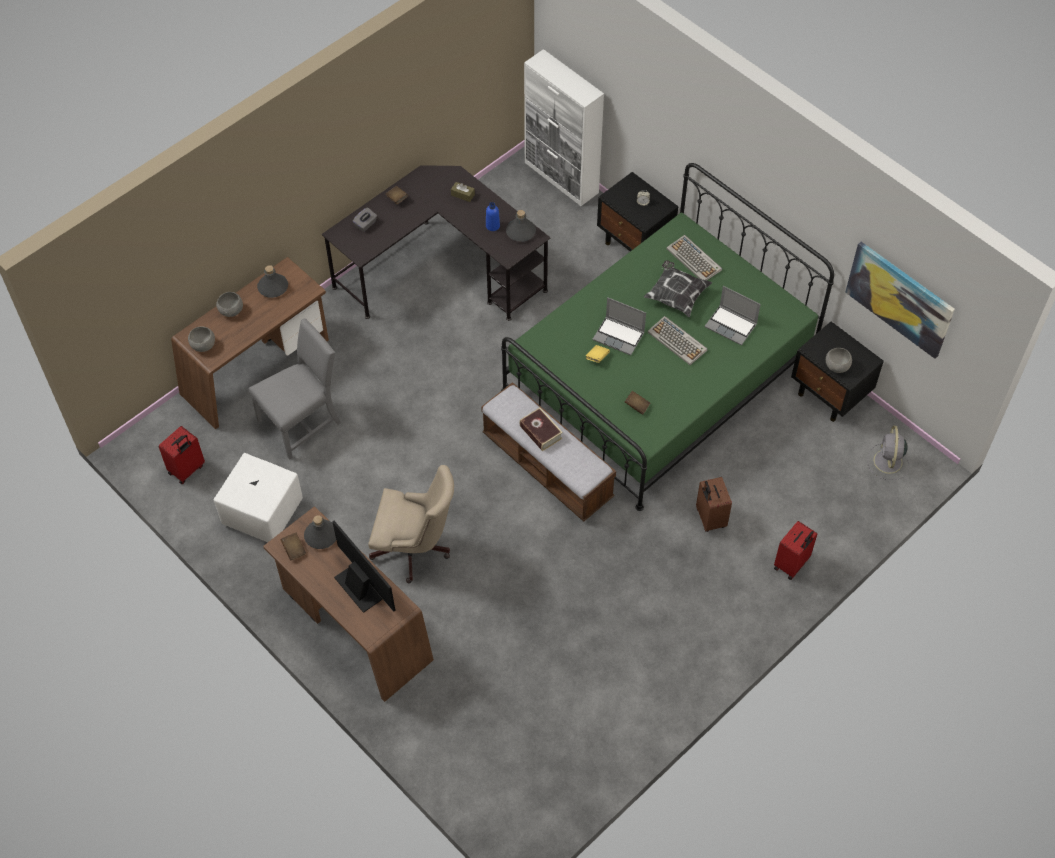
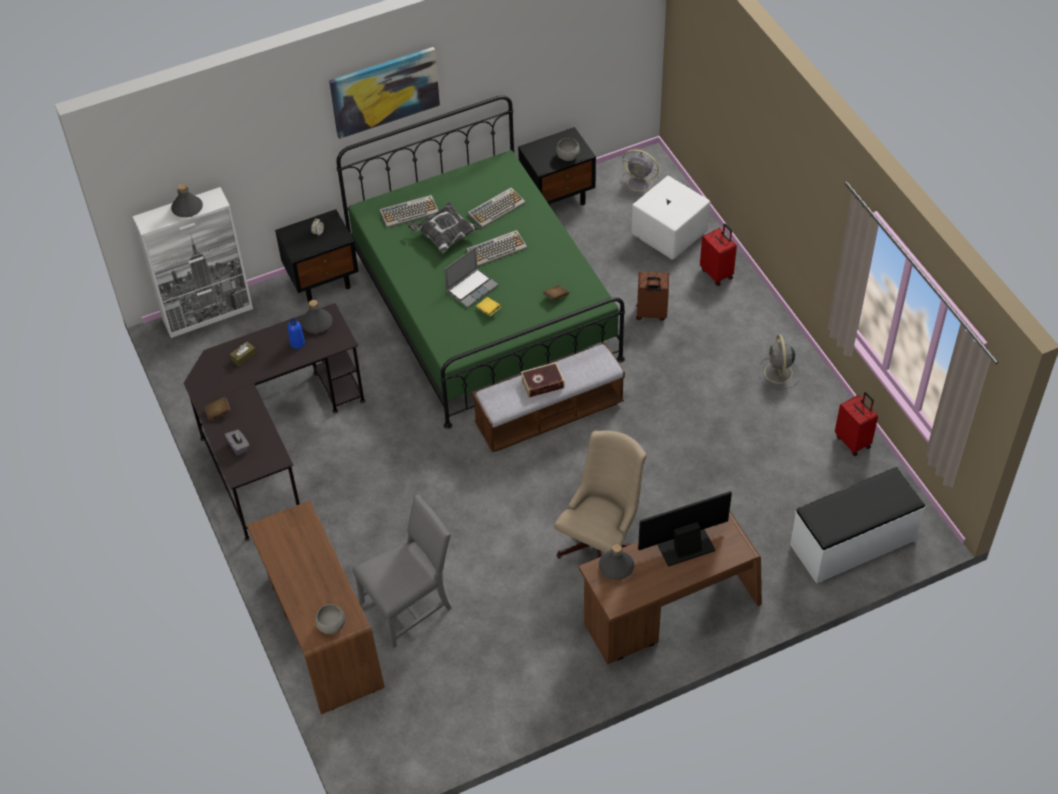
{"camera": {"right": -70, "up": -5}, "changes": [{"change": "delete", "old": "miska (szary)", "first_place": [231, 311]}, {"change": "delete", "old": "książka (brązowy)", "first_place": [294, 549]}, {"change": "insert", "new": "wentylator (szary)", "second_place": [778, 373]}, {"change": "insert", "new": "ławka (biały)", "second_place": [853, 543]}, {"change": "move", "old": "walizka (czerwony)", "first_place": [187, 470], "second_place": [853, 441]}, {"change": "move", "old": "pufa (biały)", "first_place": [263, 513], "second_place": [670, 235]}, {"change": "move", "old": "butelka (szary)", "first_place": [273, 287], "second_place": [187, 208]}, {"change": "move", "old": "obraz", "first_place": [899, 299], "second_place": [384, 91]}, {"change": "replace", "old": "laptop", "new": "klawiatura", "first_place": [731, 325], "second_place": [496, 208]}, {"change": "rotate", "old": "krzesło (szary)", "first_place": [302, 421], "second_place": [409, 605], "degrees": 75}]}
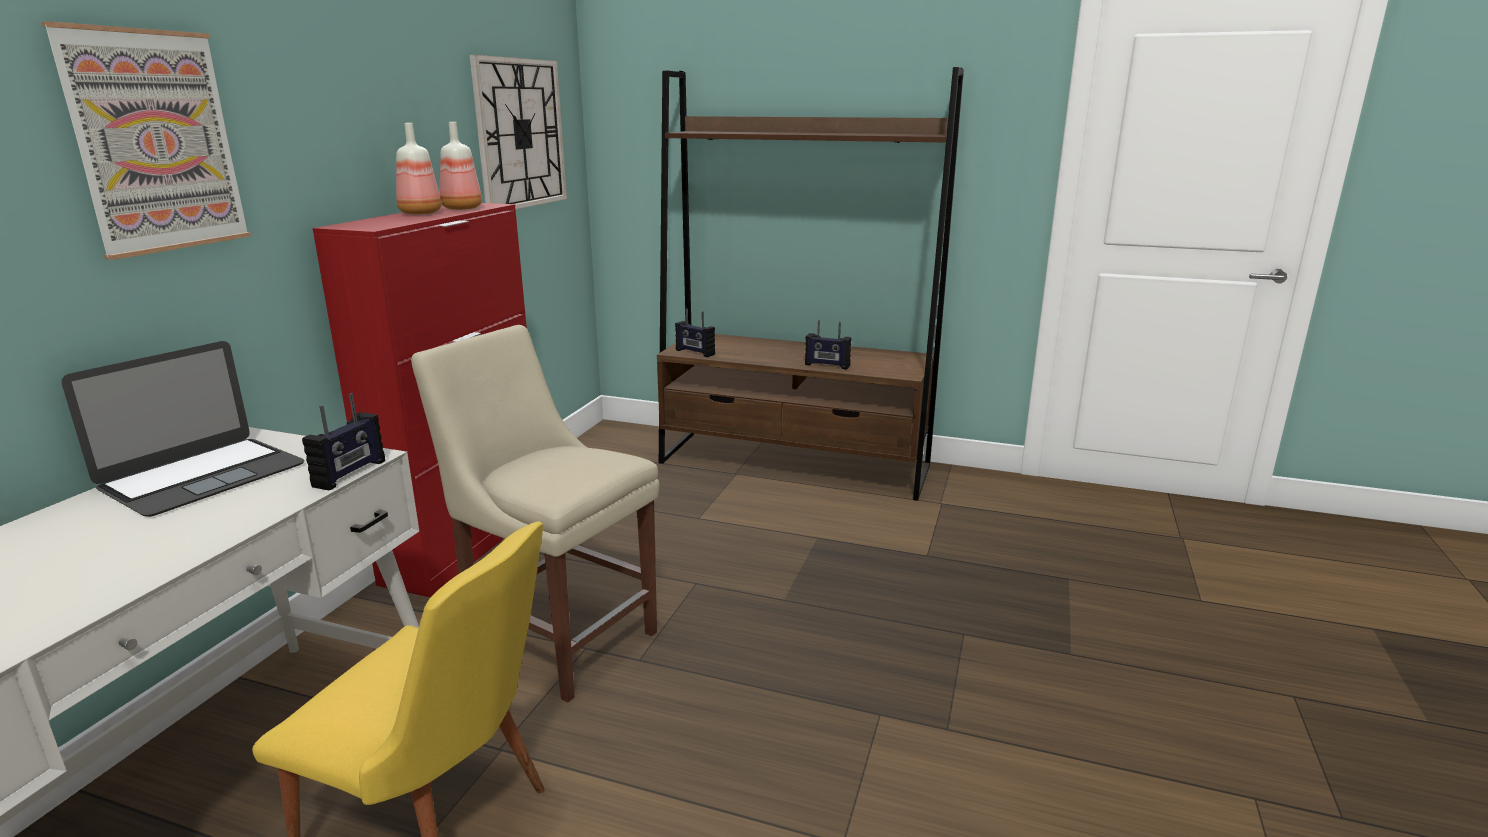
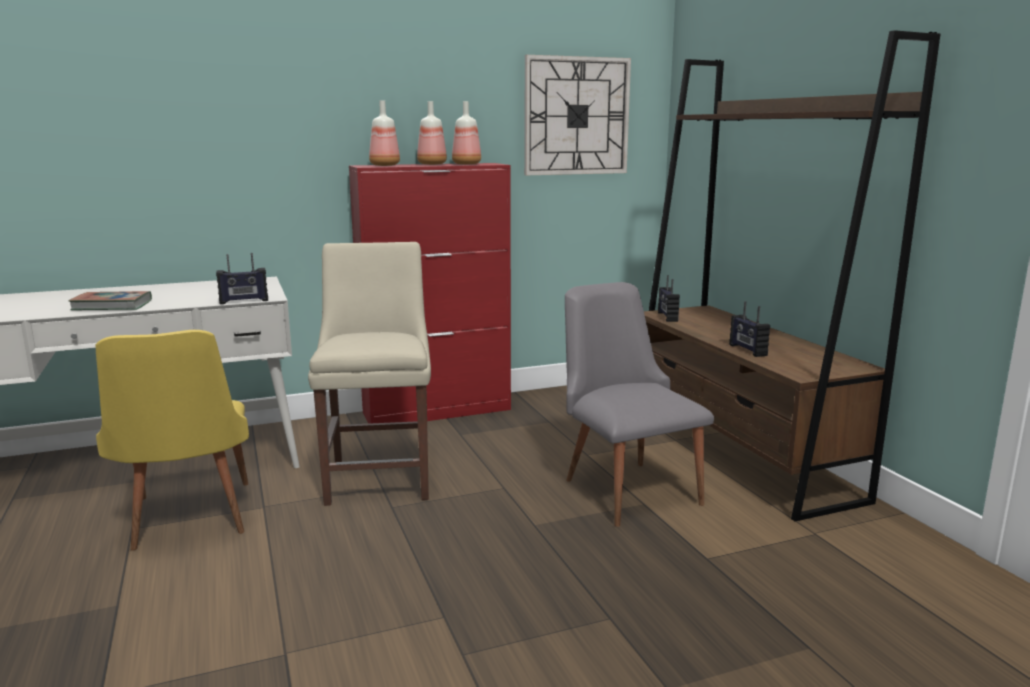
{"camera": {"right": 50, "up": -5}, "changes": [{"change": "delete", "old": "obraz", "first_place": [155, 142]}, {"change": "delete", "old": "laptop", "first_place": [203, 476]}, {"change": "insert", "new": "książka", "second_place": [112, 306]}, {"change": "insert", "new": "butelka", "second_place": [383, 165]}, {"change": "insert", "new": "krzesło (szary)", "second_place": [625, 486]}]}
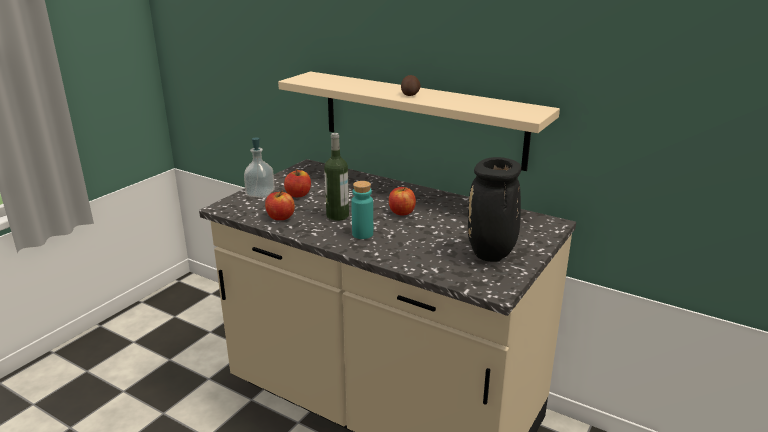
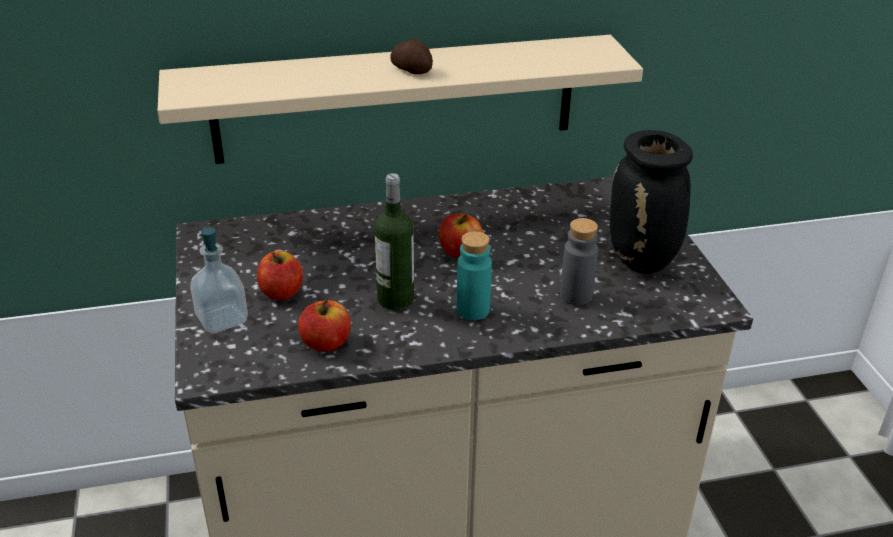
{"camera": {"right": -45, "up": 10}, "changes": [{"change": "insert", "new": "butelka (szary)", "second_place": [576, 295]}]}
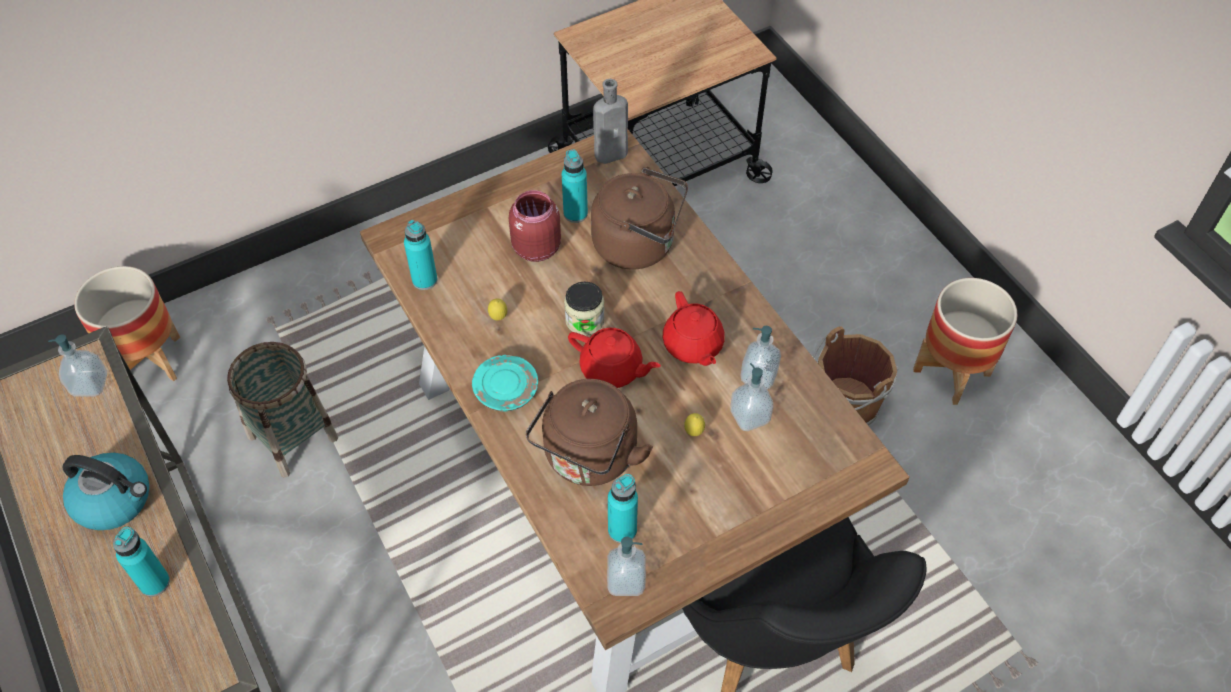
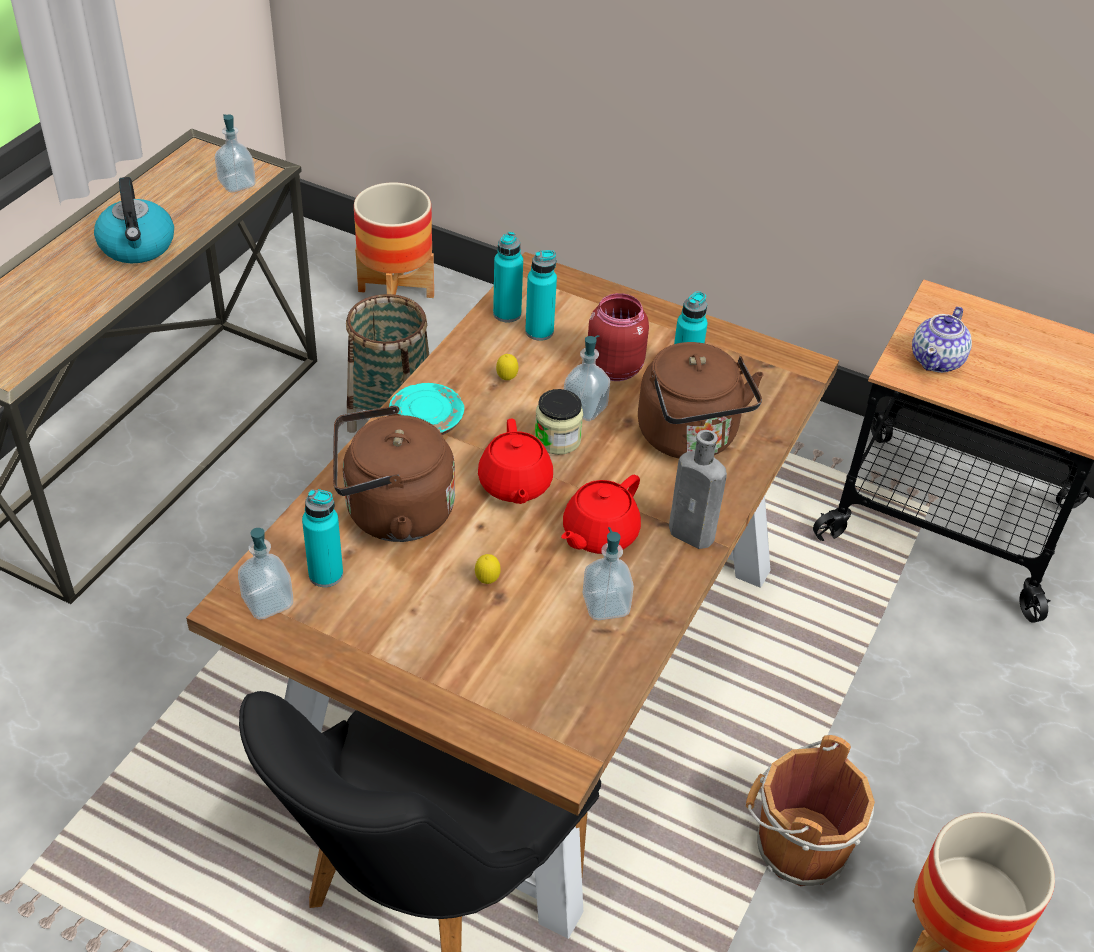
{"camera": {"right": 55, "up": -10}, "changes": [{"change": "insert", "new": "imbryk", "second_place": [937, 360]}, {"change": "move", "old": "butelka (turkusowy)", "first_place": [154, 582], "second_place": [539, 331]}, {"change": "move", "old": "butelka (szary)", "first_place": [613, 153], "second_place": [694, 535]}, {"change": "move", "old": "dozownik mydła", "first_place": [749, 416], "second_place": [585, 408]}]}
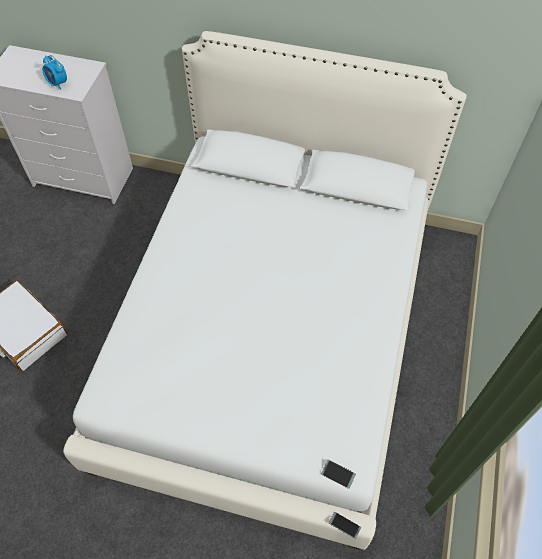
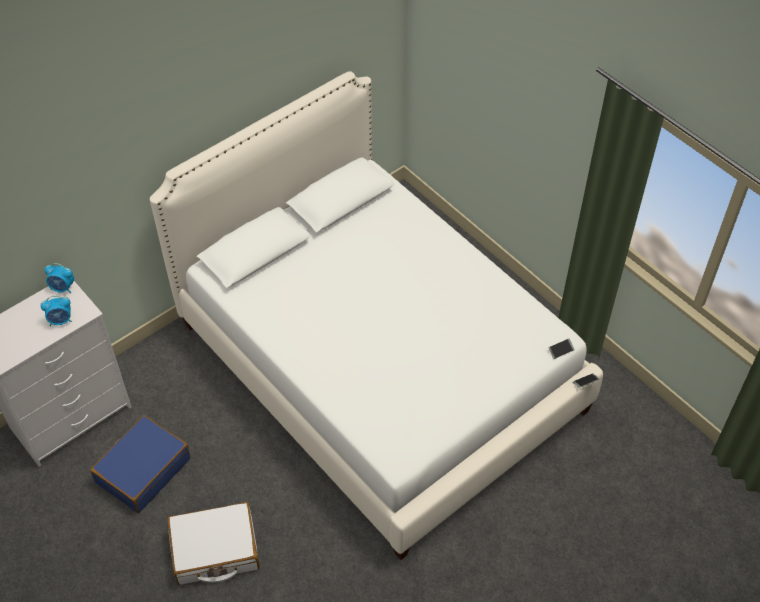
{"camera": {"right": -55, "up": -5}, "changes": [{"change": "insert", "new": "budzik", "second_place": [63, 288]}, {"change": "insert", "new": "walizka (niebieski)", "second_place": [143, 470]}]}
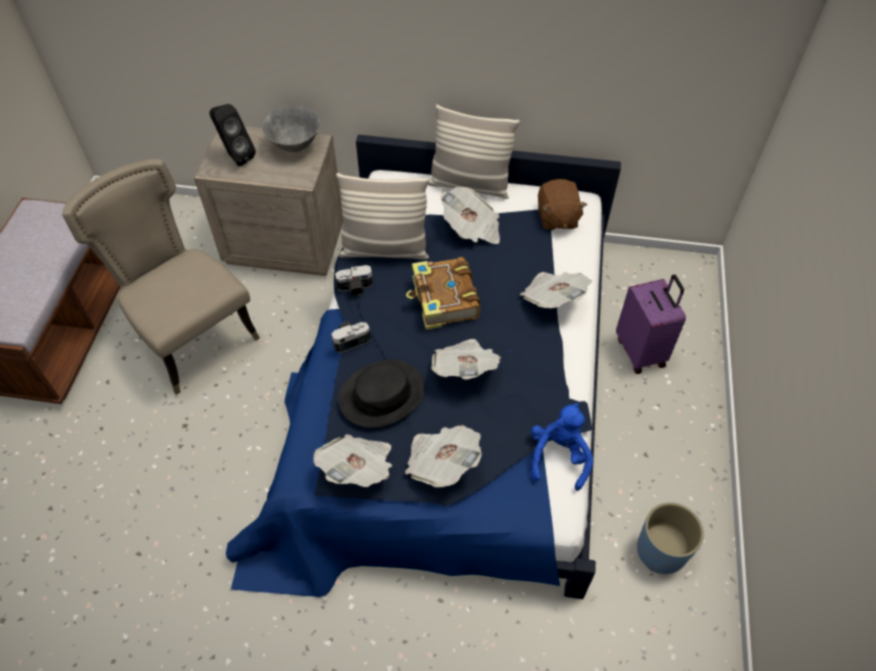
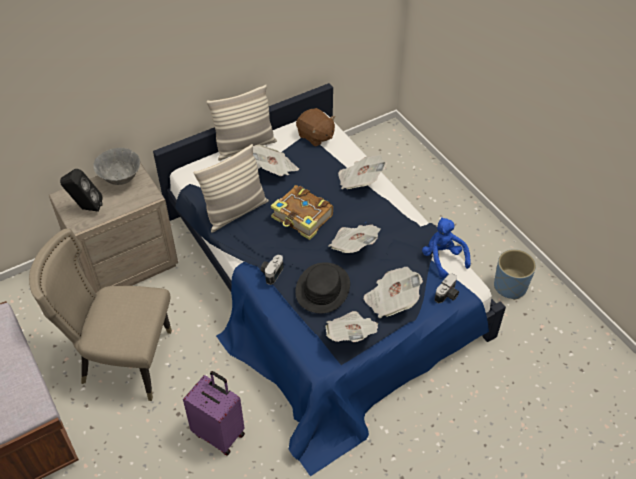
{"camera": {"right": -40, "up": -5}, "changes": [{"change": "move", "old": "aparat fotograficzny", "first_place": [355, 288], "second_place": [447, 295]}, {"change": "move", "old": "walizka (fioletowy)", "first_place": [641, 351], "second_place": [220, 433]}]}
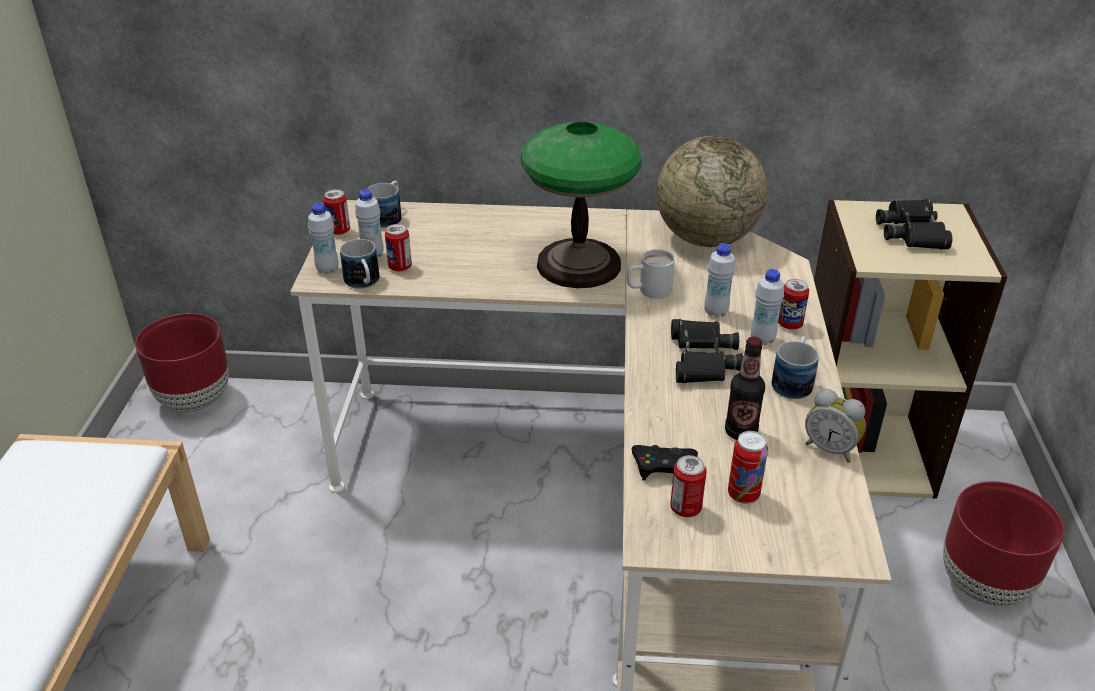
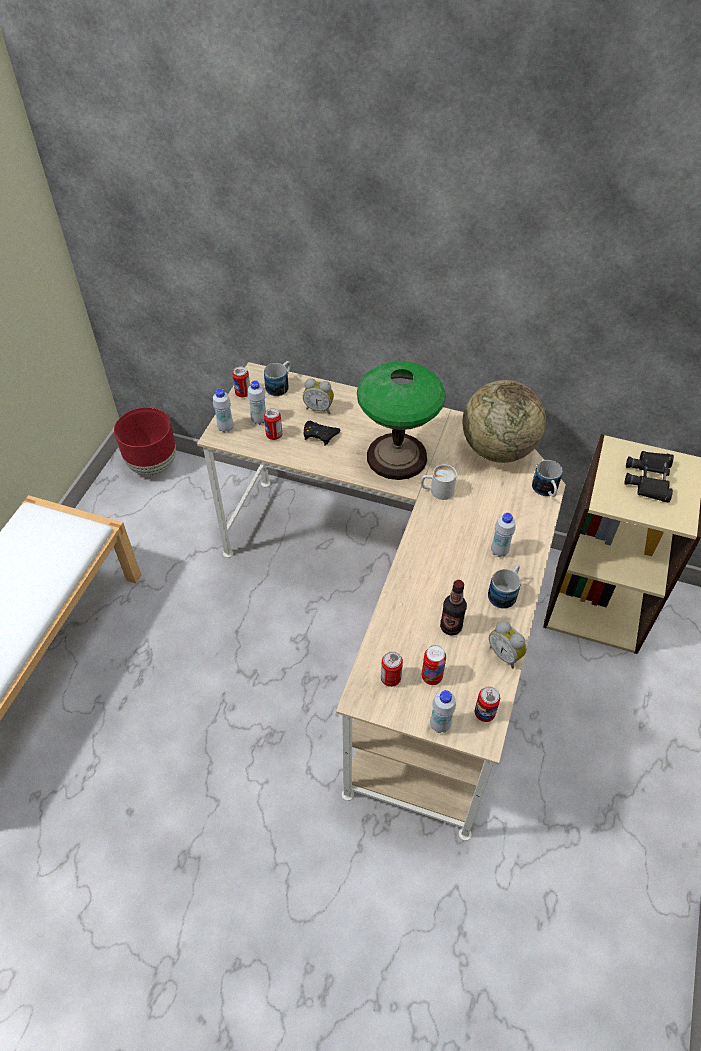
{"camera": {"right": 15, "up": 15}, "changes": [{"change": "delete", "old": "lornetka (czarny)", "first_place": [702, 359]}, {"change": "delete", "old": "donica (czerwony)", "first_place": [983, 584]}, {"change": "insert", "new": "budzik", "second_place": [319, 408]}, {"change": "move", "old": "kubek", "first_place": [364, 283], "second_place": [546, 491]}, {"change": "move", "old": "pad do gier (czarny)", "first_place": [663, 466], "second_place": [320, 435]}, {"change": "move", "old": "butelka (biały)", "first_place": [716, 312], "second_place": [439, 725]}, {"change": "move", "old": "puszka", "first_place": [790, 324], "second_place": [484, 713]}]}
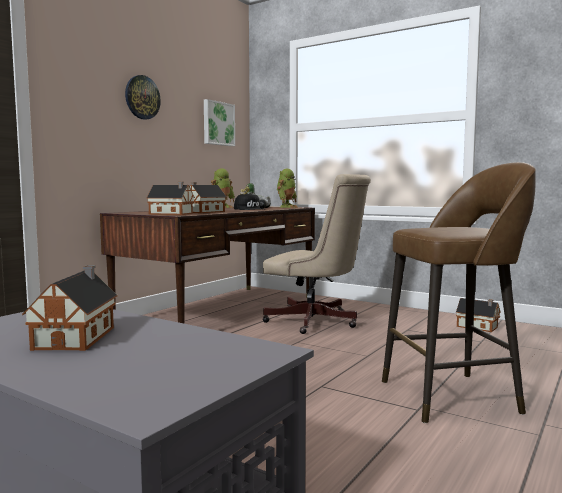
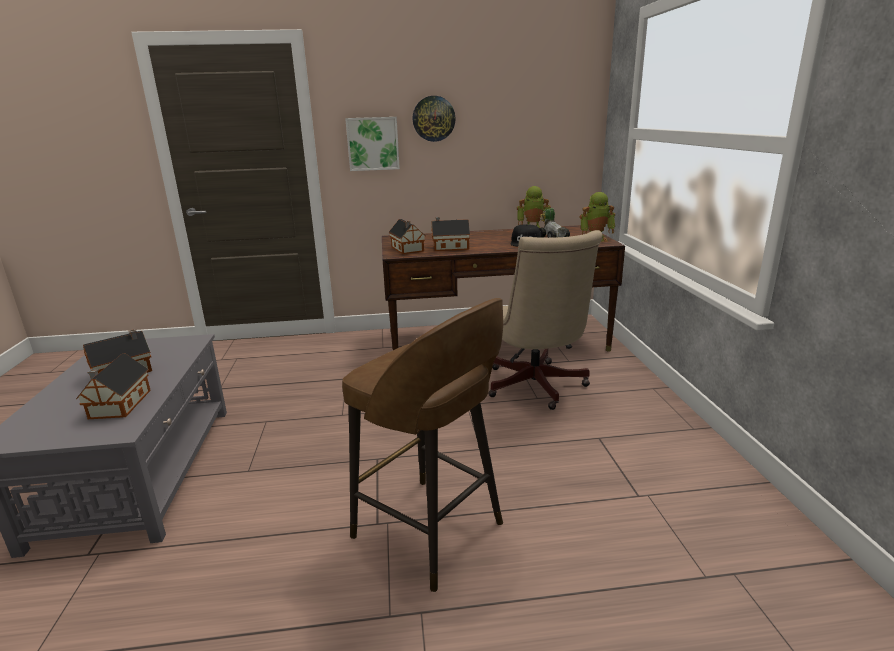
{"camera": {"right": 50, "up": 15}, "changes": [{"change": "move", "old": "obraz", "first_place": [218, 123], "second_place": [373, 143]}, {"change": "move", "old": "domek", "first_place": [478, 327], "second_place": [118, 405]}]}
